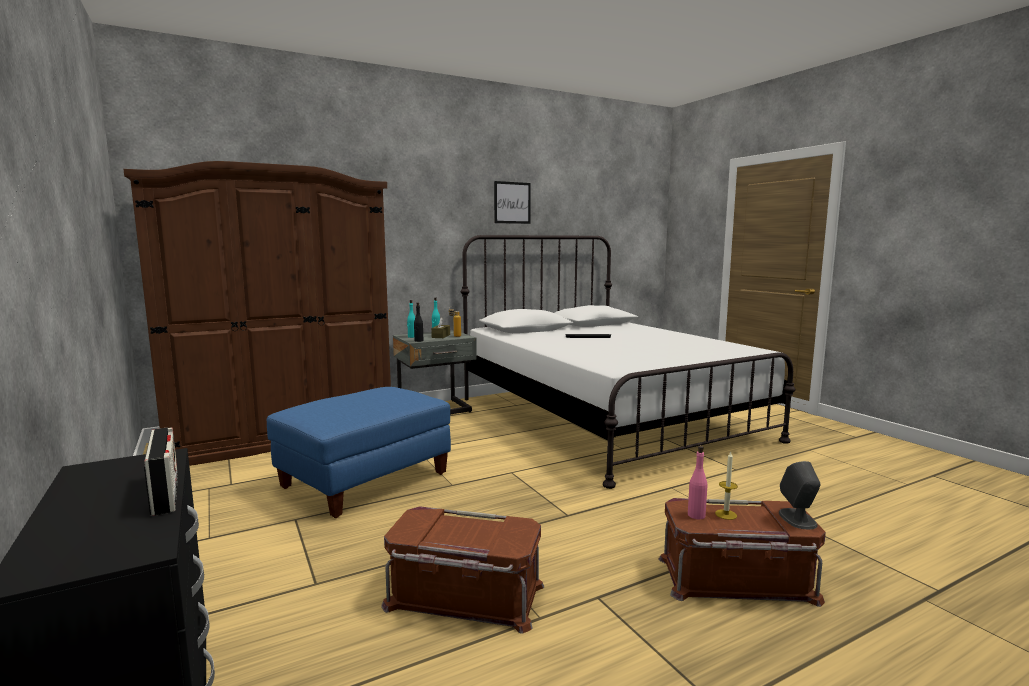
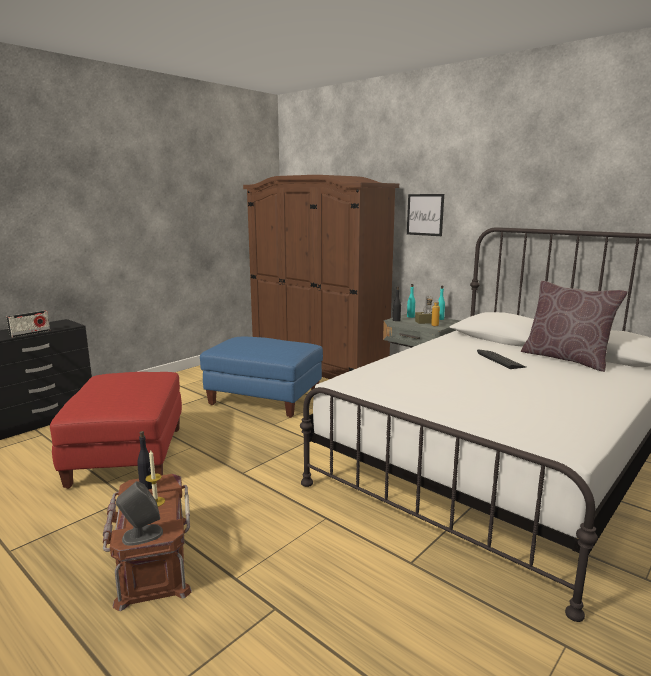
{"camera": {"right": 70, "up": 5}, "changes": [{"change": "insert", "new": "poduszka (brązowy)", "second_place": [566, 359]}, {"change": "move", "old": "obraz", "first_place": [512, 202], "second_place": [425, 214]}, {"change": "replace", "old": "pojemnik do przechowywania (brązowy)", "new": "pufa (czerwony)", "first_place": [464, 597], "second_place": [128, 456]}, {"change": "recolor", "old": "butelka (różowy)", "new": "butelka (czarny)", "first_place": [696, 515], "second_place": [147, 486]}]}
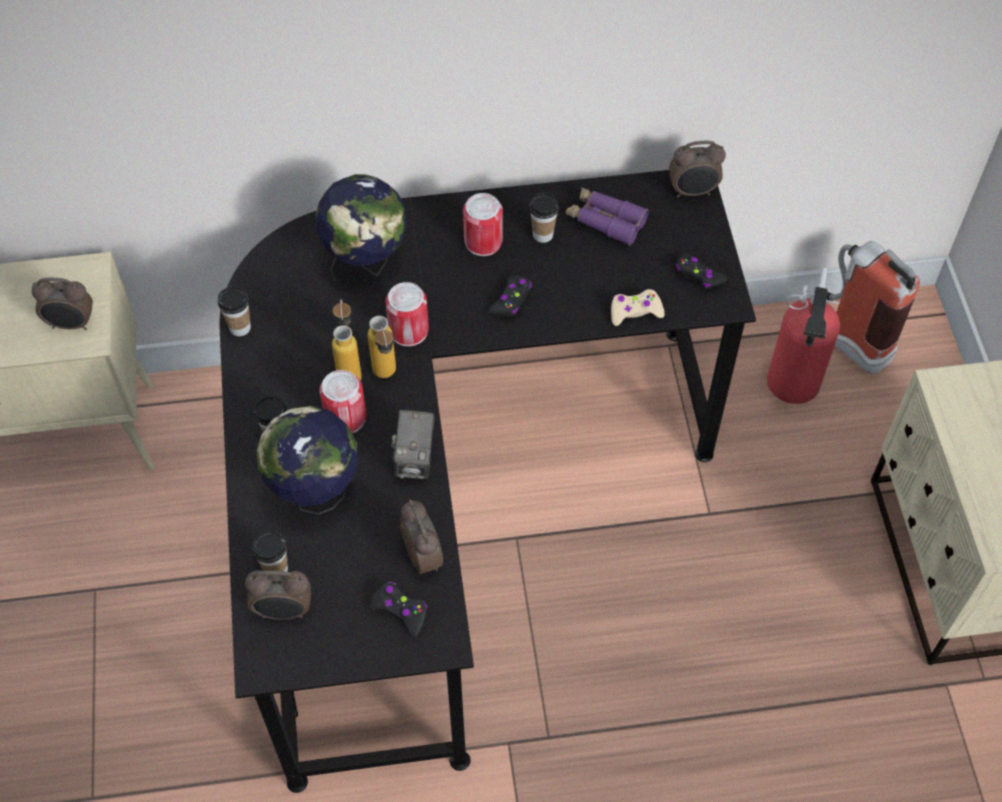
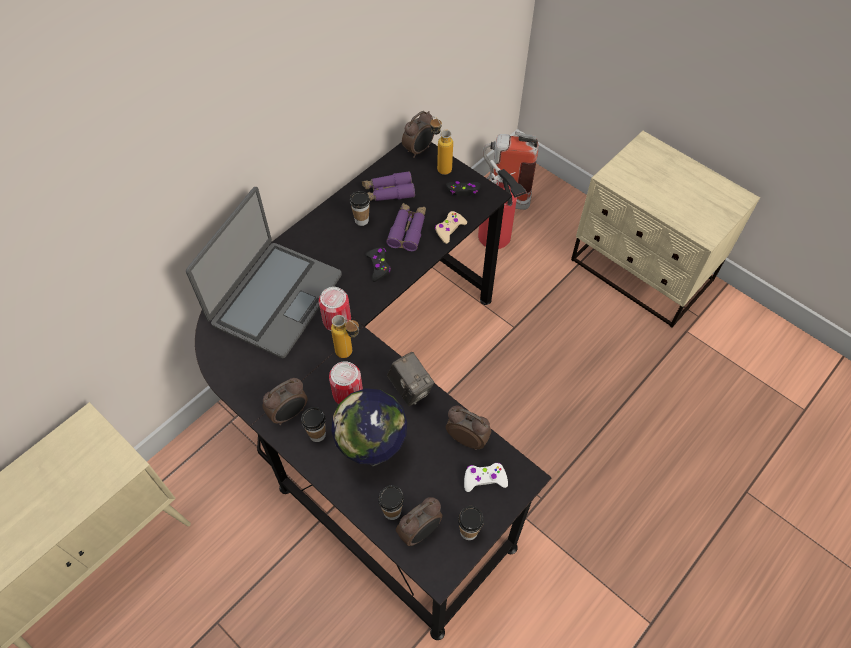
{"camera": {"right": -40, "up": 0}, "changes": [{"change": "delete", "old": "puszka", "first_place": [483, 241]}, {"change": "insert", "new": "lornetka (fioletowy)", "second_place": [408, 230]}, {"change": "move", "old": "budzik", "first_place": [71, 324], "second_place": [289, 414]}, {"change": "move", "old": "filiżanka", "first_place": [240, 327], "second_place": [469, 531]}, {"change": "move", "old": "butelka", "first_place": [349, 370], "second_place": [440, 166]}, {"change": "replace", "old": "globus", "new": "laptop", "first_place": [366, 263], "second_place": [275, 299]}, {"change": "recolor", "old": "pad do gier (czarny)", "new": "pad do gier (biały)", "first_place": [400, 611], "second_place": [484, 479]}]}
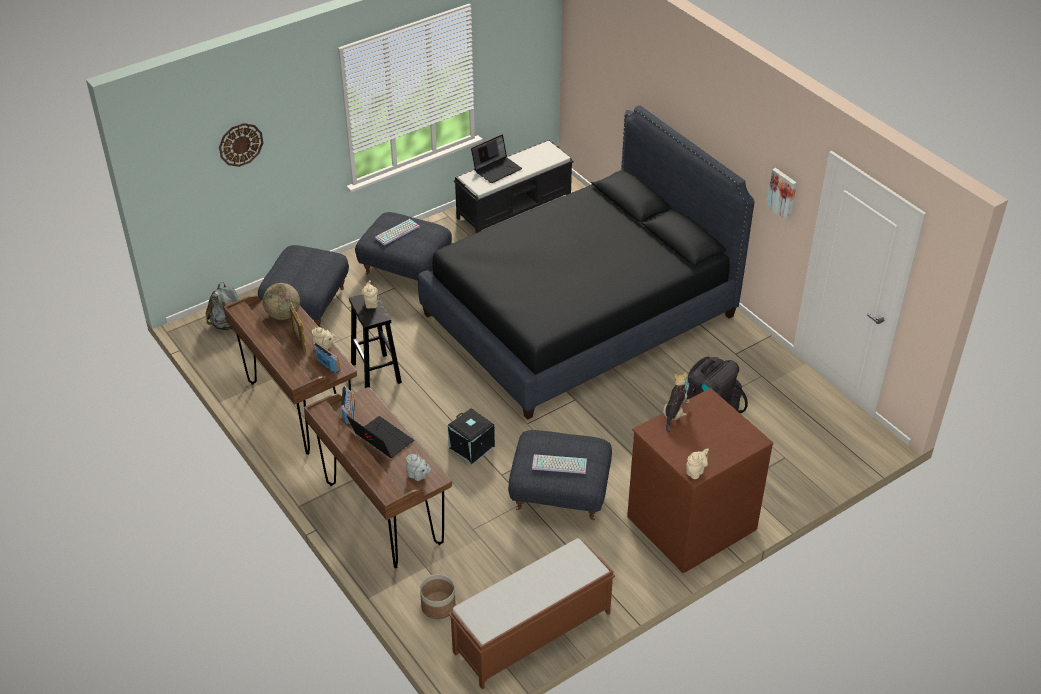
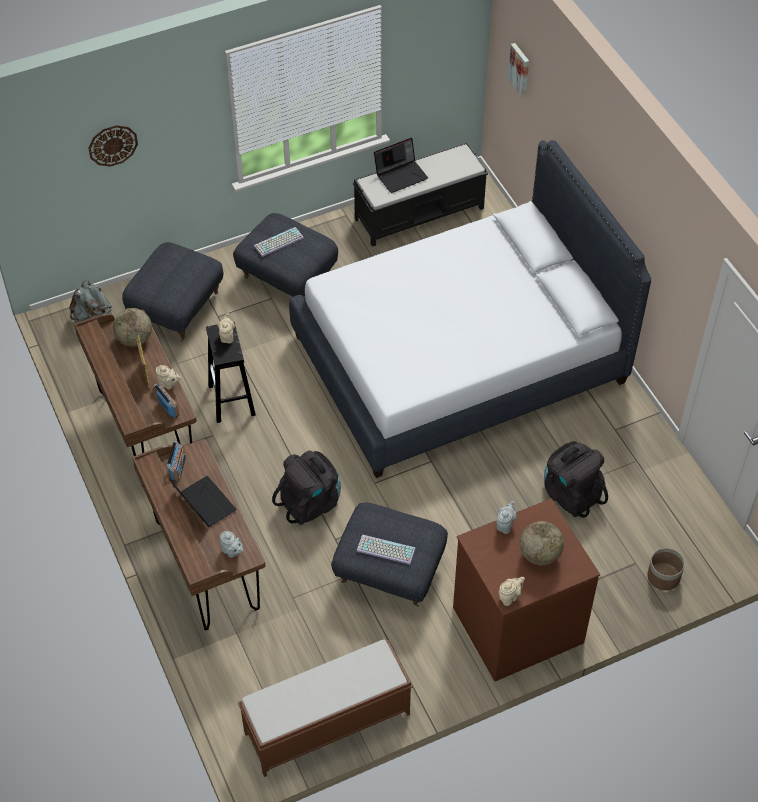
{"camera": {"right": 10, "up": 10}, "changes": [{"change": "insert", "new": "globus", "second_place": [539, 554]}, {"change": "move", "old": "donica", "first_place": [438, 606], "second_place": [663, 577]}, {"change": "move", "old": "obraz", "first_place": [783, 193], "second_place": [520, 69]}, {"change": "replace", "old": "pojemnik do przechowywania (czarny)", "new": "plecak (czarny)", "first_place": [470, 447], "second_place": [310, 502]}, {"change": "replace", "old": "pluszak", "new": "imbryk (szary)", "first_place": [674, 414], "second_place": [505, 524]}, {"change": "recolor", "old": "łóżko (czarny)", "new": "łóżko (biały)", "first_place": [580, 315], "second_place": [460, 359]}]}
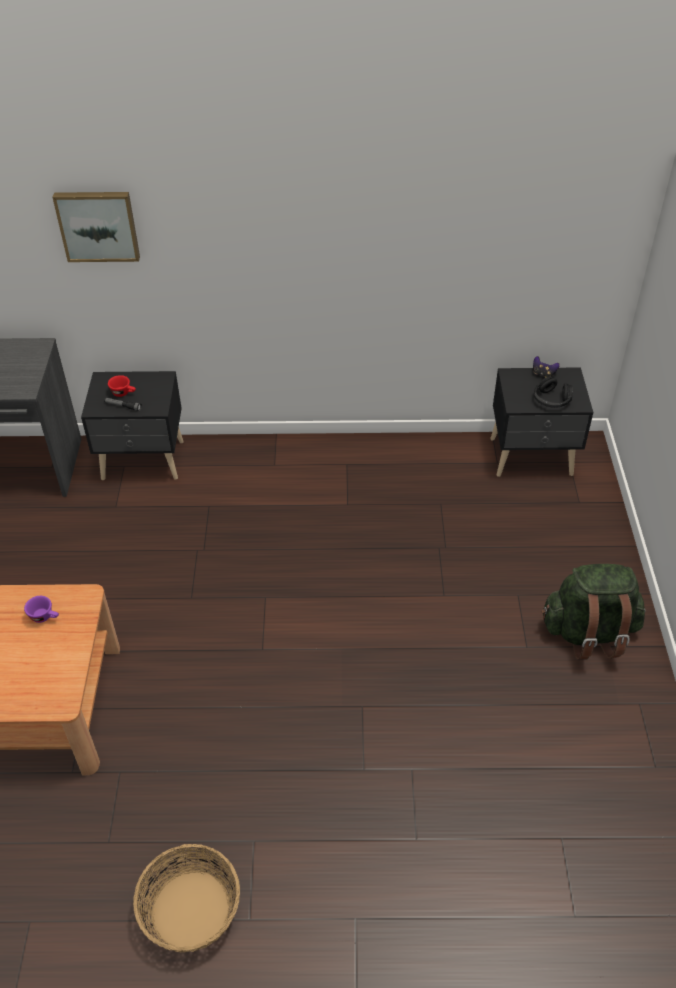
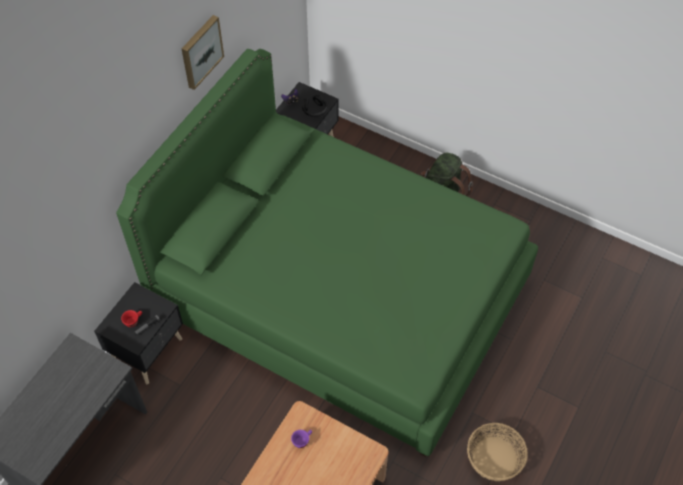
{"camera": {"right": -60, "up": 10}, "changes": [{"change": "insert", "new": "łóżko (zielony)", "second_place": [340, 296]}, {"change": "move", "old": "obraz", "first_place": [98, 225], "second_place": [200, 51]}]}
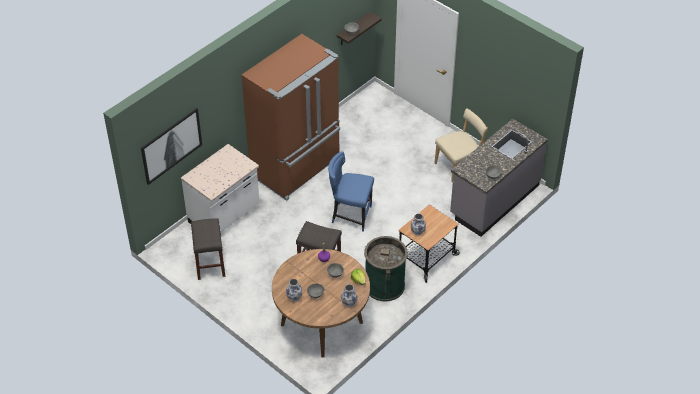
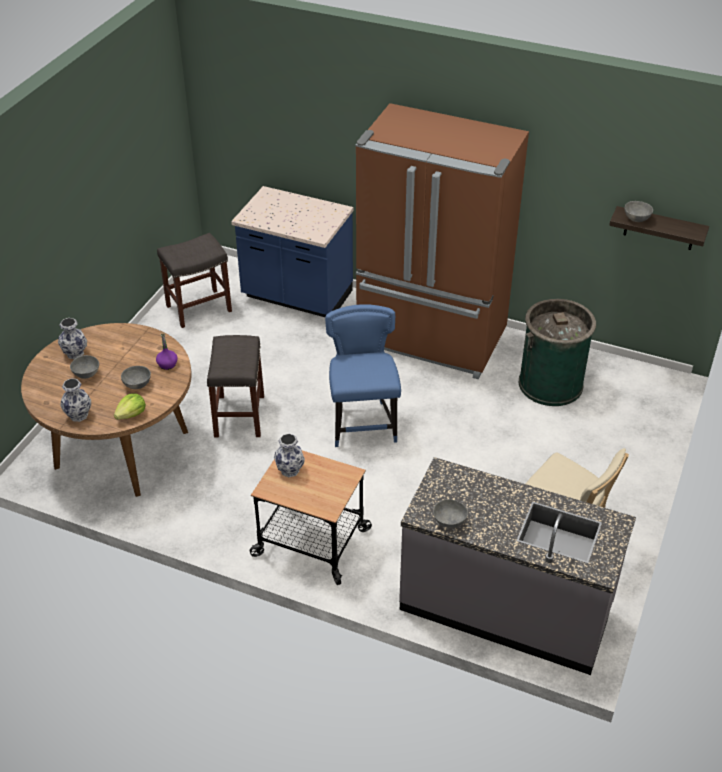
{"camera": {"right": 70, "up": -5}, "changes": [{"change": "delete", "old": "obraz", "first_place": [171, 145]}, {"change": "move", "old": "kosz na śmieci (zielony)", "first_place": [384, 285], "second_place": [550, 384]}, {"change": "recolor", "old": "zabudowa kuchenna (biały)", "new": "zabudowa kuchenna (niebieski)", "first_place": [224, 215], "second_place": [296, 297]}]}
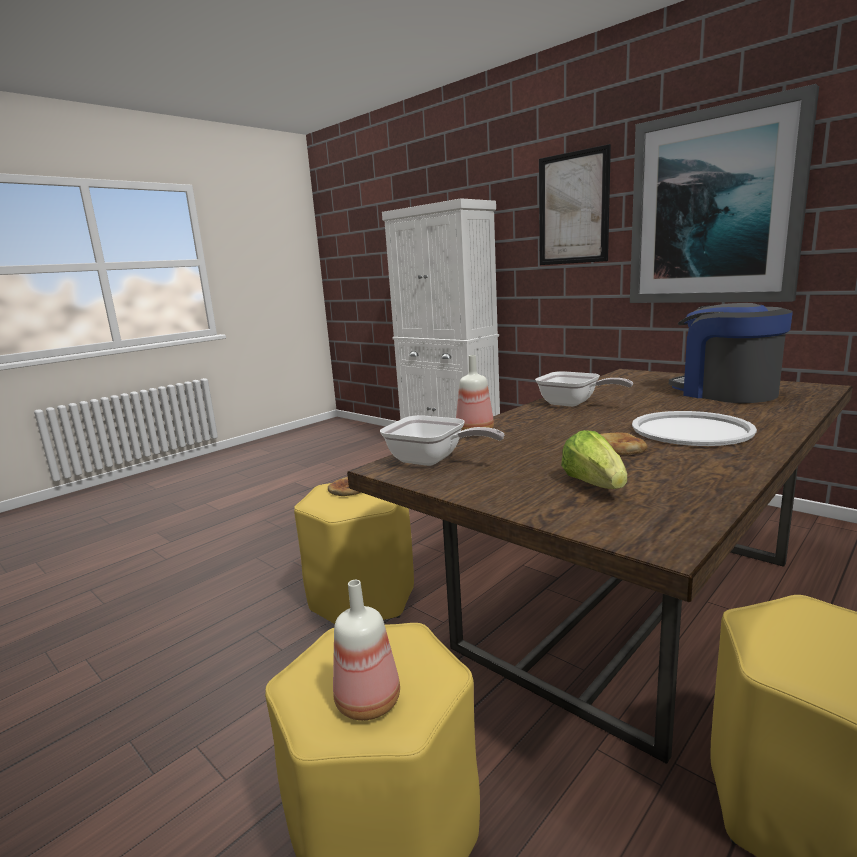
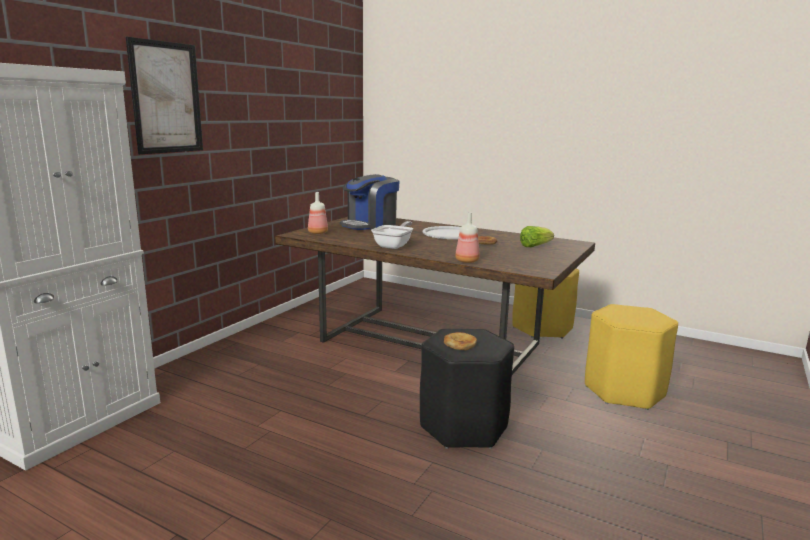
{"camera": {"right": -105, "up": 0}, "changes": [{"change": "delete", "old": "patelnia", "first_place": [432, 461]}, {"change": "delete", "old": "obraz", "first_place": [714, 208]}, {"change": "move", "old": "butelka", "first_place": [369, 701], "second_place": [317, 233]}, {"change": "recolor", "old": "stołek (żółty)", "new": "stołek (czarny)", "first_place": [363, 598], "second_place": [463, 427]}]}
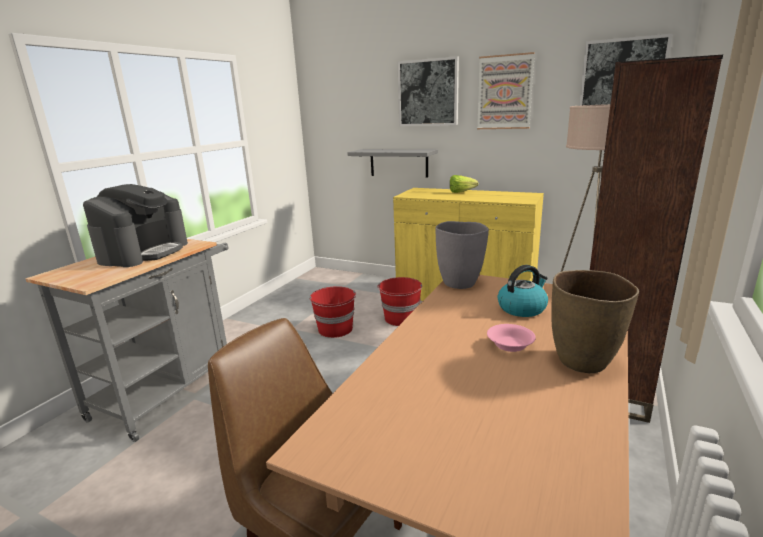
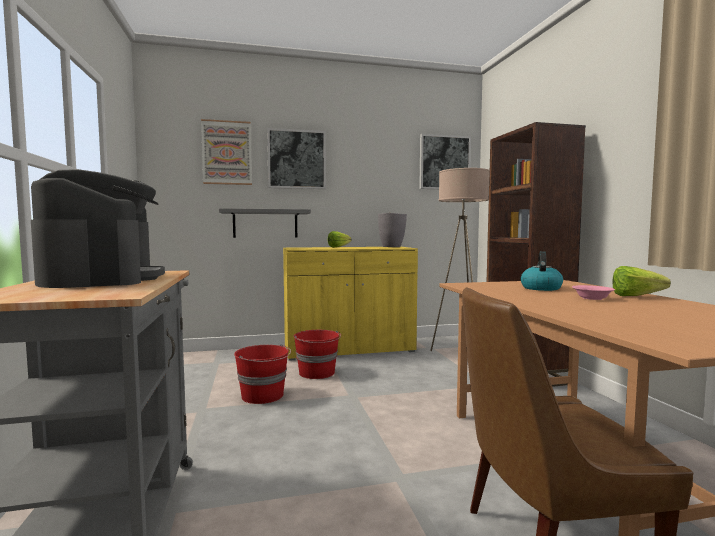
{"camera": {"right": -40, "up": -15}, "changes": [{"change": "move", "old": "wazon (szary)", "first_place": [460, 283], "second_place": [391, 247]}, {"change": "move", "old": "obraz", "first_place": [504, 92], "second_place": [227, 153]}, {"change": "replace", "old": "wazon (brązowy)", "new": "sałata", "first_place": [584, 362], "second_place": [641, 297]}]}
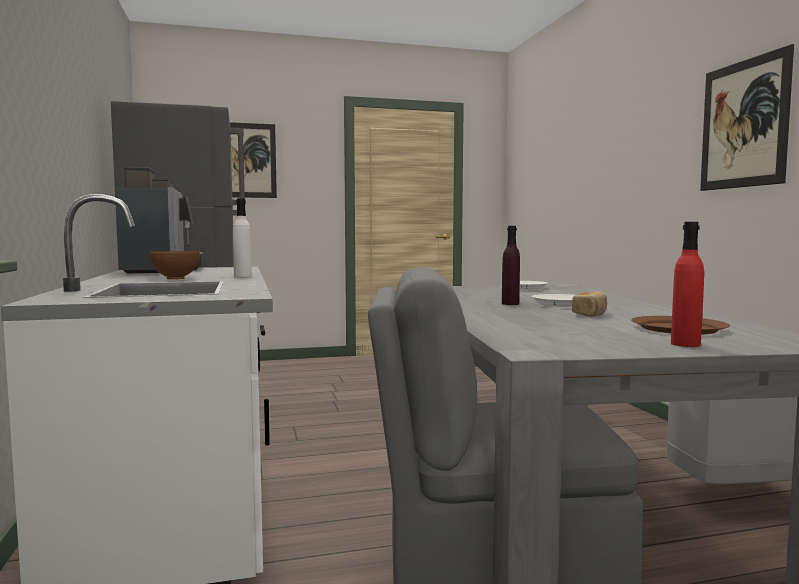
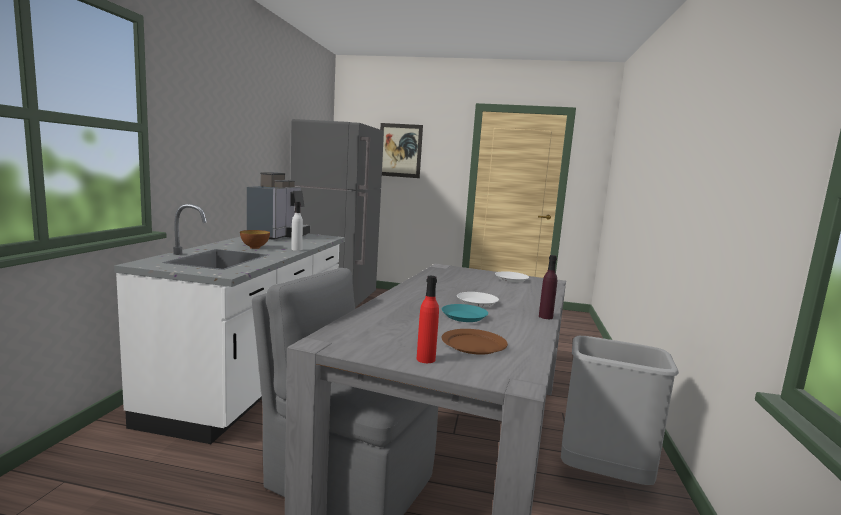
{"camera": {"right": 25, "up": 5}, "changes": [{"change": "delete", "old": "obraz", "first_place": [743, 124]}, {"change": "move", "old": "butelka (fioletowy)", "first_place": [510, 304], "second_place": [545, 317]}, {"change": "replace", "old": "chleb", "new": "talerz (turkusowy)", "first_place": [590, 314], "second_place": [464, 317]}]}
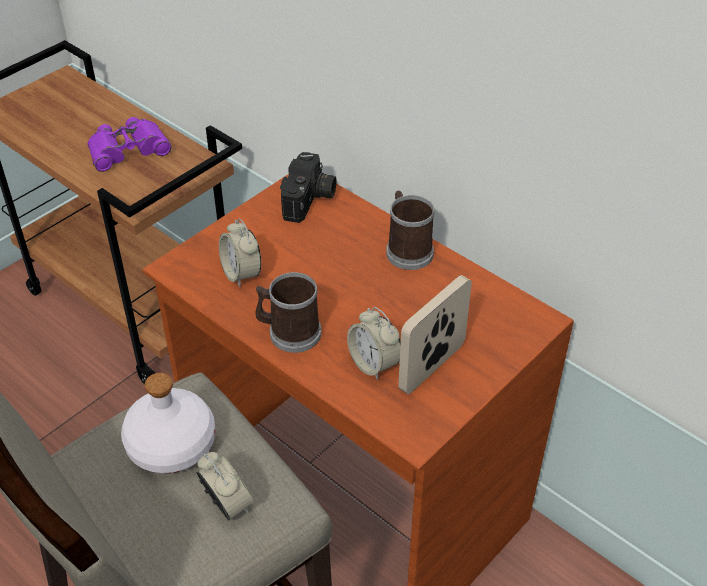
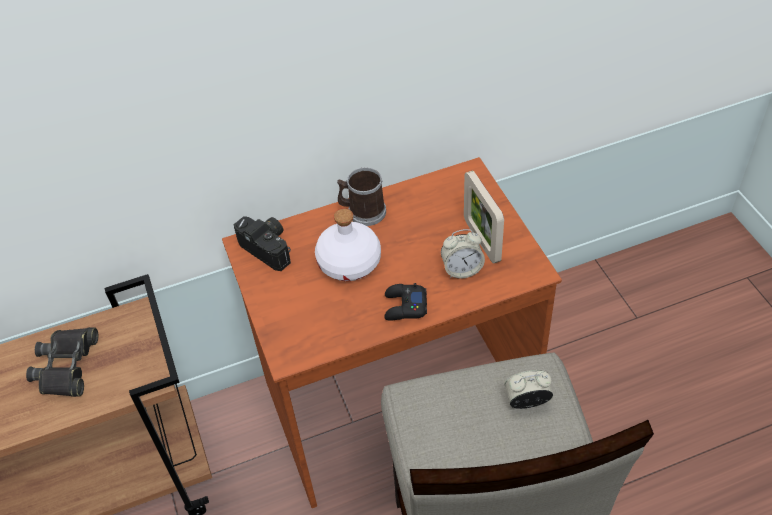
{"camera": {"right": -60, "up": 5}, "changes": [{"change": "delete", "old": "budzik", "first_place": [241, 274]}, {"change": "move", "old": "butelka (biały)", "first_place": [170, 445], "second_place": [349, 263]}, {"change": "replace", "old": "kubek", "new": "pad do gier (czarny)", "first_place": [289, 333], "second_place": [405, 306]}, {"change": "recolor", "old": "lornetka (fioletowy)", "new": "lornetka (czarny)", "first_place": [128, 150], "second_place": [67, 366]}]}
